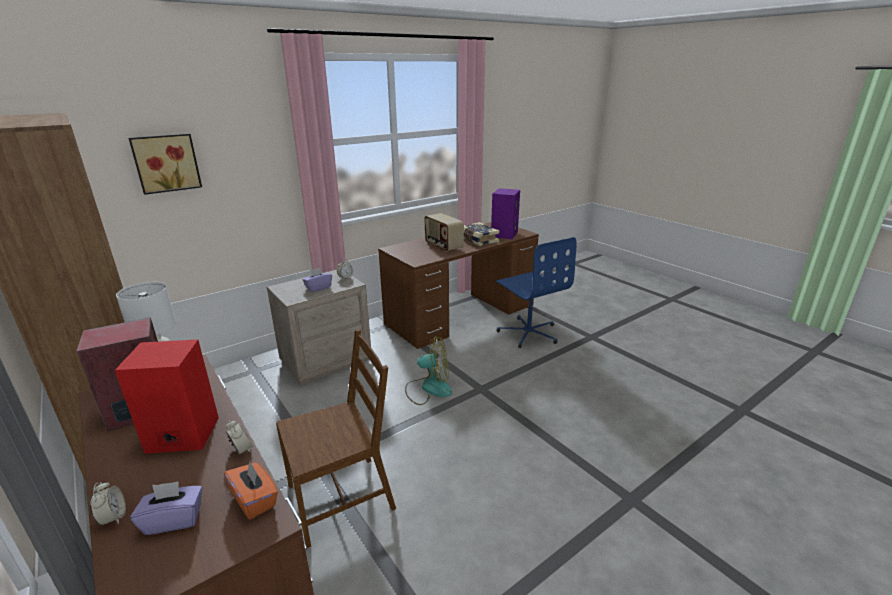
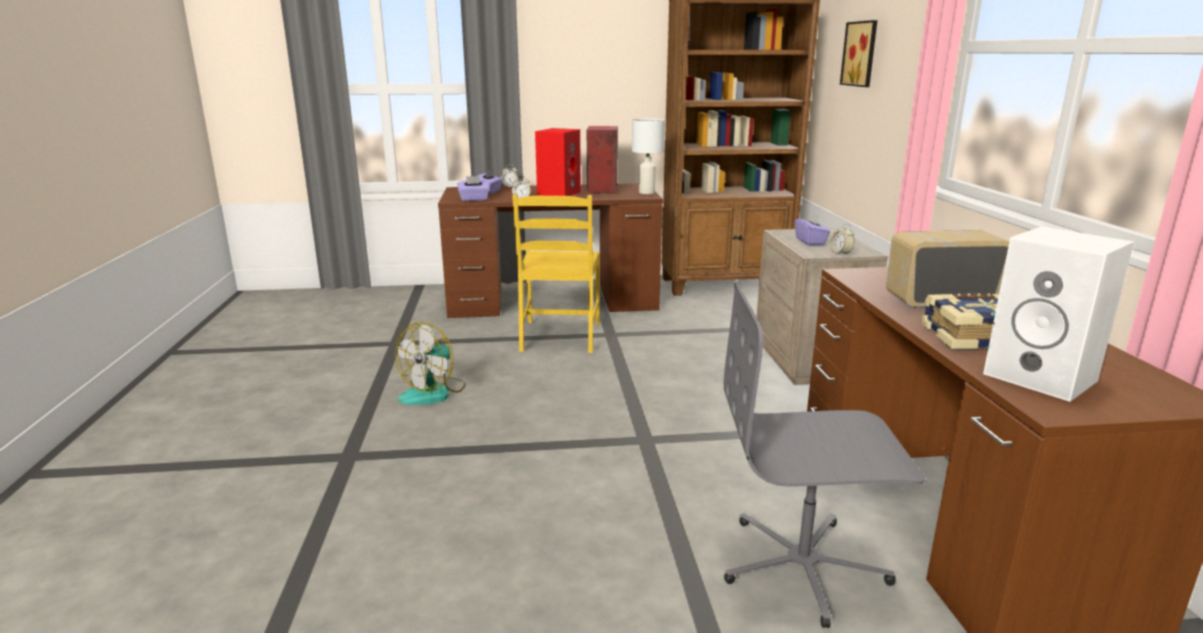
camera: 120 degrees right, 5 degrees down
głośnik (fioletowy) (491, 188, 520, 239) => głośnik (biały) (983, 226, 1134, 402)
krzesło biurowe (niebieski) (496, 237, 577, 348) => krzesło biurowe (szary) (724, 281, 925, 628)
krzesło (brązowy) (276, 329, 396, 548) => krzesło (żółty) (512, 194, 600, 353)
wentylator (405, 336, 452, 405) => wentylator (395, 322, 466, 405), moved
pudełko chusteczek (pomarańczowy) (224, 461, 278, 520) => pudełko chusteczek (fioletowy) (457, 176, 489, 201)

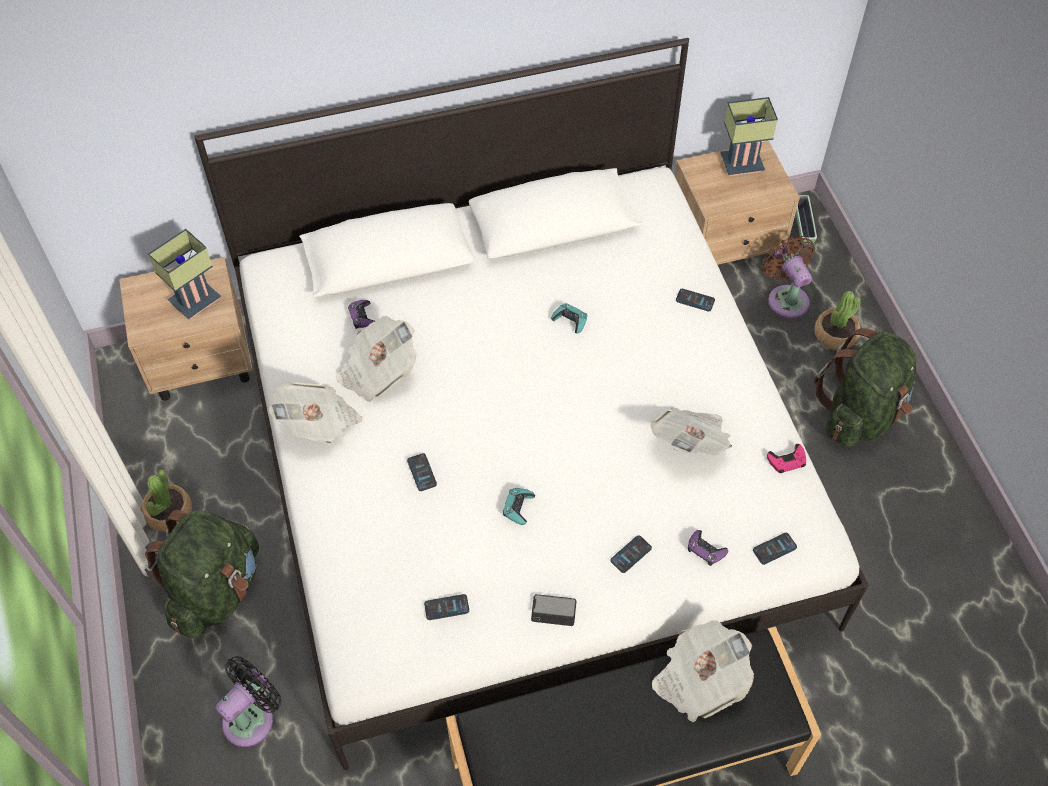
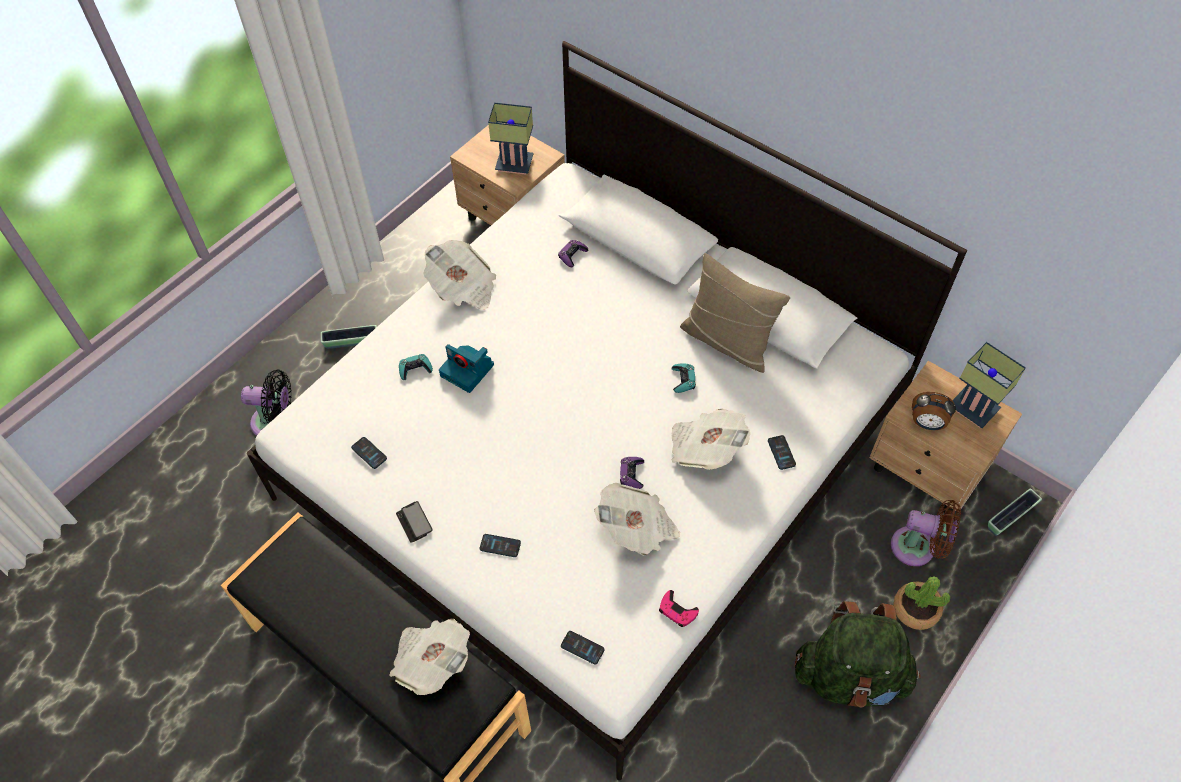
camera: 55 degrees right, 0 degrees up
wentylator (brązowy) (762, 236, 815, 319) => wentylator (brązowy) (891, 500, 961, 566), 75 degrees clockwise
gazeta (336, 316, 417, 402) => gazeta (671, 408, 750, 470), moved
telefon (407, 453, 437, 491) => aparat fotograficzny (439, 344, 494, 393)
roślina doniczkowa (142, 469, 192, 532) => nothing
pad do gier (turkusowy) (503, 488, 535, 525) => pad do gier (turkusowy) (399, 354, 433, 380), moved
plecak (zielony) (145, 510, 259, 638) => donica (321, 325, 377, 349)
pad do gier (fioletowy) (688, 530, 728, 566) => pad do gier (fioletowy) (620, 457, 644, 489), moved
nothing => poduszka (beżowy) (680, 253, 790, 373)
nothing => budzik (912, 392, 956, 430)

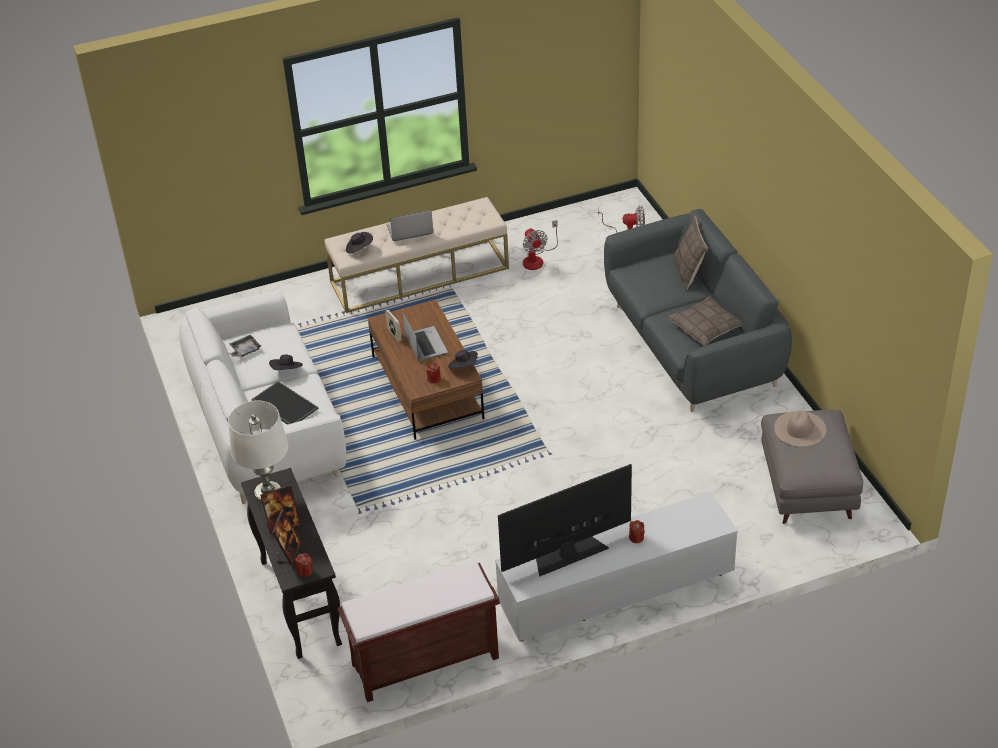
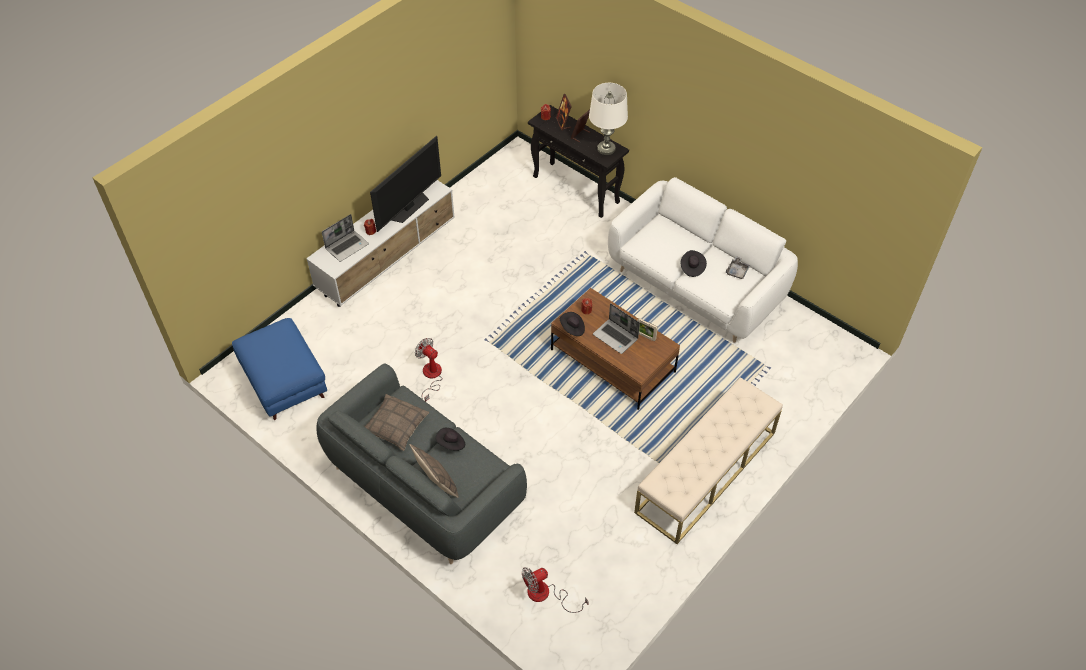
camera: 150 degrees right, 10 degrees up
laptop (387, 210, 433, 241) => laptop (322, 214, 369, 262), moved
wentylator (523, 220, 558, 270) => wentylator (415, 338, 443, 402), moved
kapelusz (czarny) (346, 232, 373, 254) => kapelusz (czarny) (435, 428, 465, 451), moved
taca (252, 381, 318, 425) => nothing
pufa (szary) (761, 409, 863, 524) => pufa (niebieski) (232, 318, 327, 420)
kapelusz (beżowy) (774, 411, 826, 447) => nothing
ławka (brązowy) (337, 560, 500, 702) => nothing

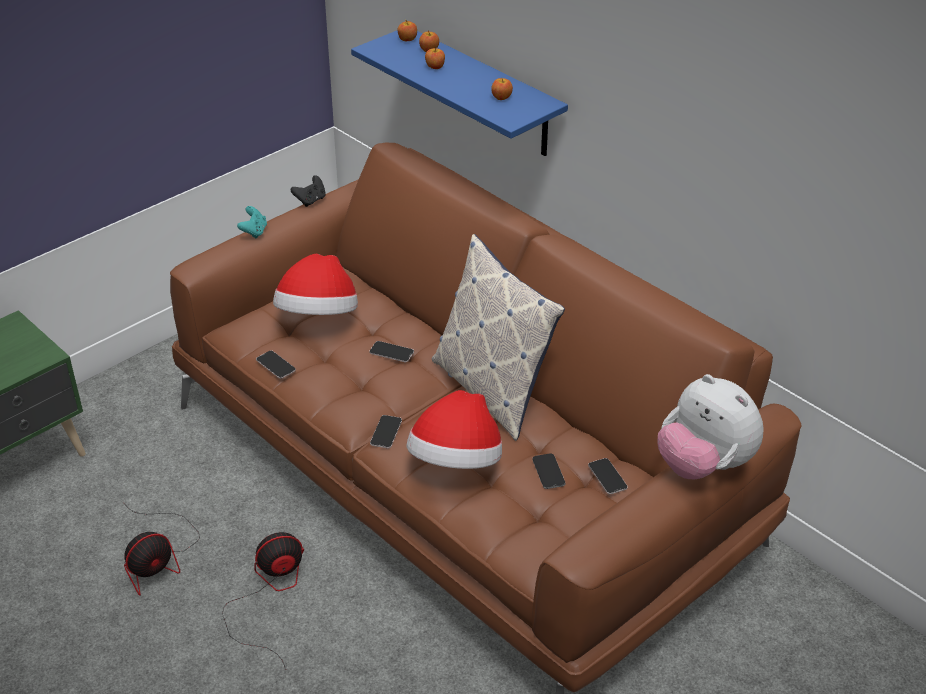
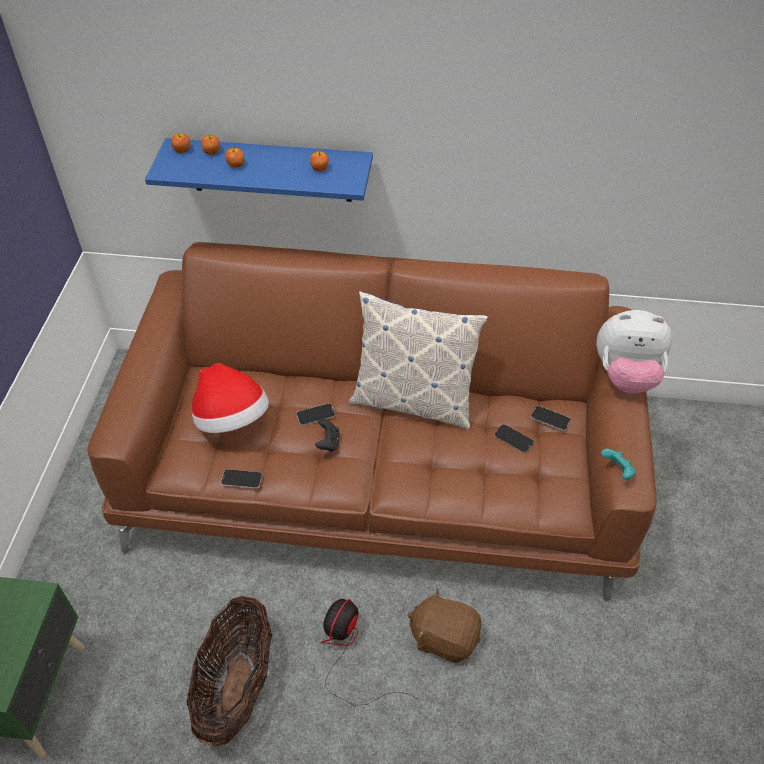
camera: 40 degrees left, 10 degrees up
pad do gier (czarny) (291, 175, 326, 207) => pad do gier (czarny) (315, 418, 340, 452), moved
pad do gier (turkusowy) (237, 206, 267, 239) => pad do gier (turkusowy) (601, 449, 636, 479), moved
kapelusz (406, 390, 502, 469) => nothing
telefon (370, 415, 402, 448) => nothing
wentylator (123, 502, 200, 596) => koszyk (186, 596, 273, 746)
nothing => pluszak (brązowy) (407, 588, 482, 663)

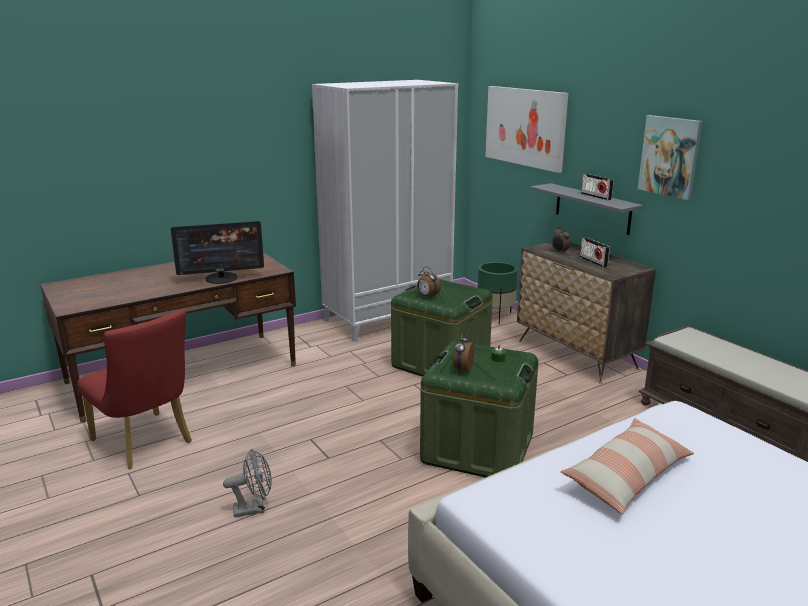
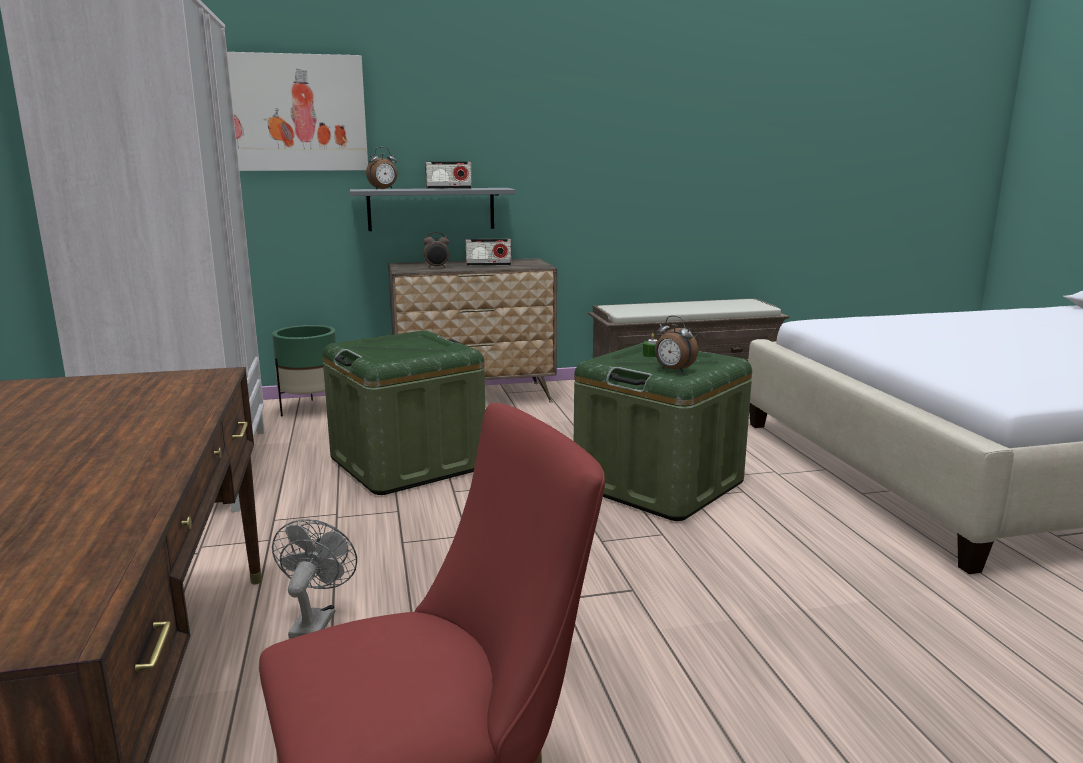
camera: 70 degrees left, 5 degrees down
obraz (638, 115, 703, 200) => nothing
monitor (171, 221, 264, 284) => nothing
budzik (417, 267, 441, 298) => budzik (366, 147, 397, 190), moved
poduszka (561, 418, 694, 515) => nothing
wentylator (szary) (223, 449, 272, 517) => wentylator (szary) (272, 519, 357, 639), moved

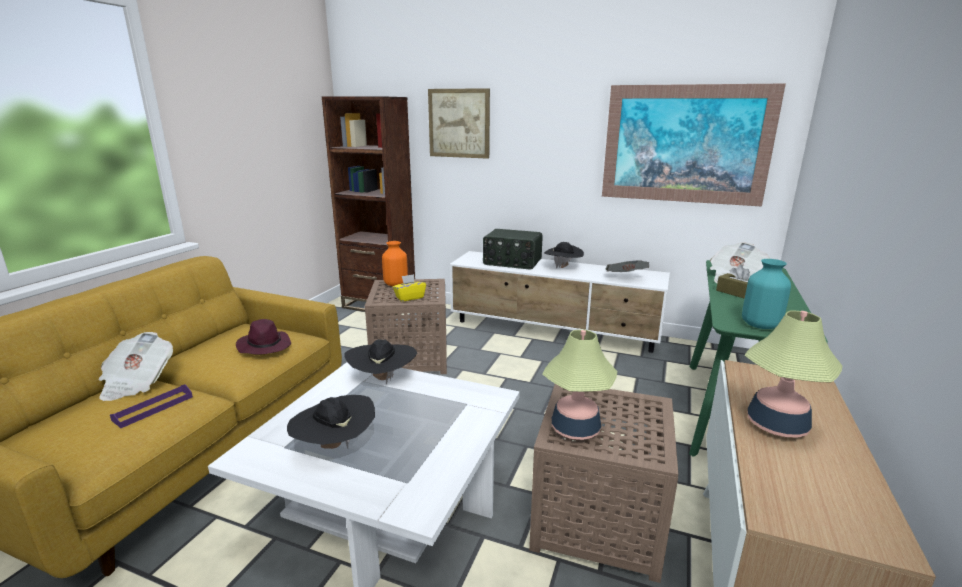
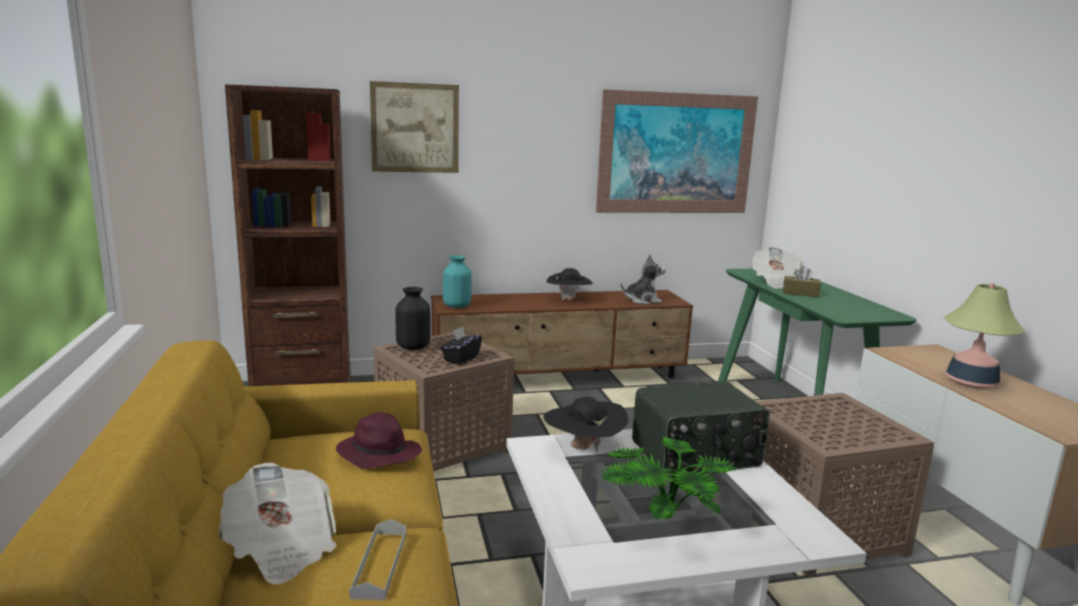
camera: 35 degrees left, 5 degrees down
radio (483, 229, 543, 270) => radio (632, 381, 770, 477), moved
wazon (pomarańczowy) (382, 241, 408, 286) => wazon (czarny) (395, 287, 430, 350)
szafka pod telewizor (biały) (450, 251, 670, 353) => szafka pod telewizor (brązowy) (431, 290, 693, 388)
wazon (turkusowy) (742, 259, 791, 329) => wazon (turkusowy) (443, 255, 472, 308), moved
gazeta (606, 260, 649, 272) => pluszak (621, 254, 666, 305)
pudełko chusteczek (żółty) (393, 274, 426, 302) => pudełko chusteczek (czarny) (441, 327, 482, 365)
lampa stołowa (543, 330, 617, 440) => nothing
taca (fioletowy) (110, 384, 193, 428) => taca (szary) (349, 519, 407, 601)
kapelusz (czarny) (287, 395, 375, 449) => roślina doniczkowa (600, 436, 737, 521)

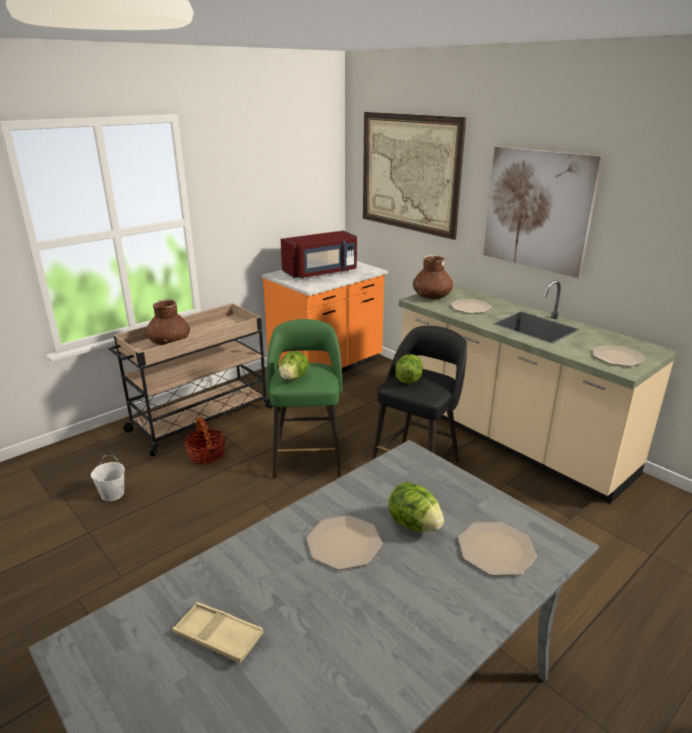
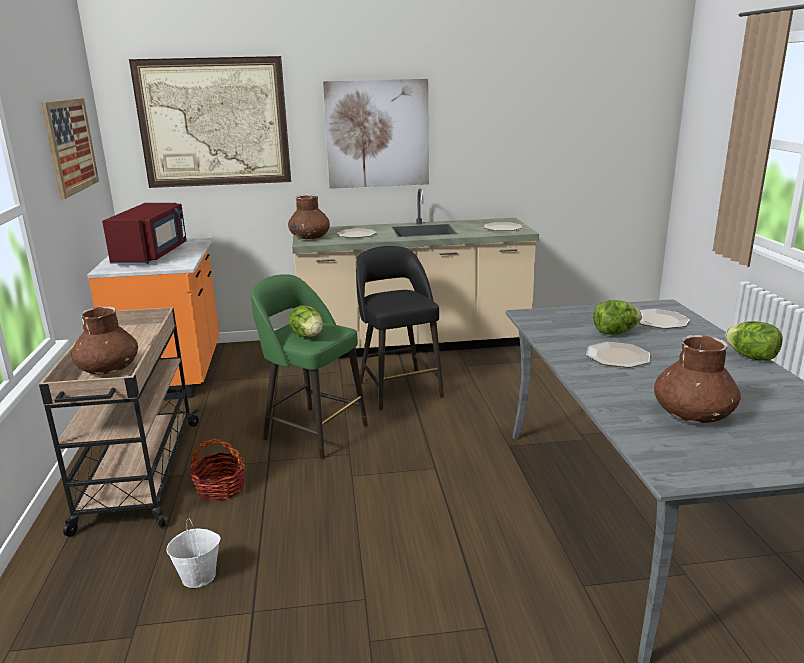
camera: 55 degrees left, 5 degrees down
sałata (395, 354, 423, 384) => sałata (725, 321, 783, 361), moved
taca (beżowy) (172, 602, 264, 663) => wazon (brązowy) (654, 335, 741, 423)
nothing => obraz (41, 98, 99, 199)

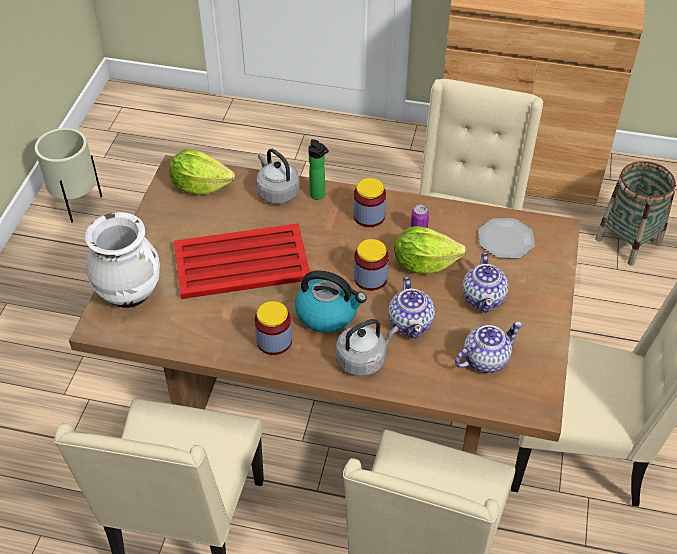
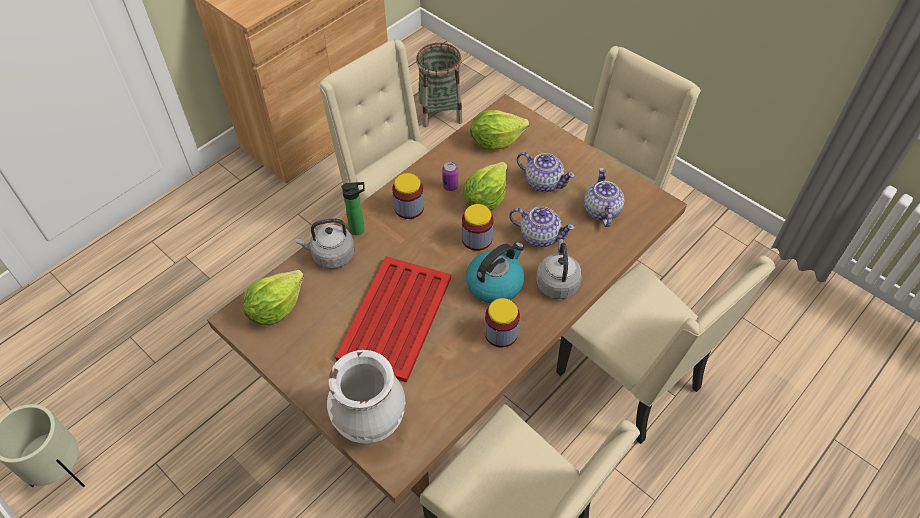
camera: 60 degrees left, 5 degrees up
talerz (478, 218, 535, 258) => sałata (470, 110, 529, 150)

